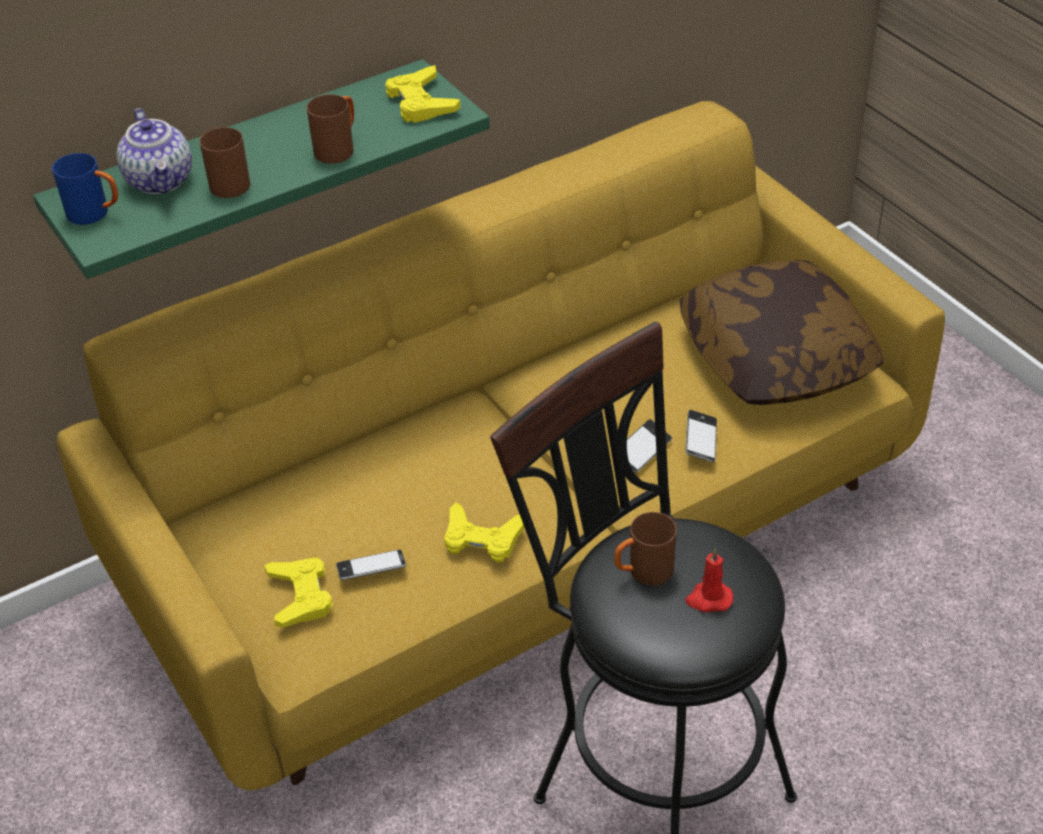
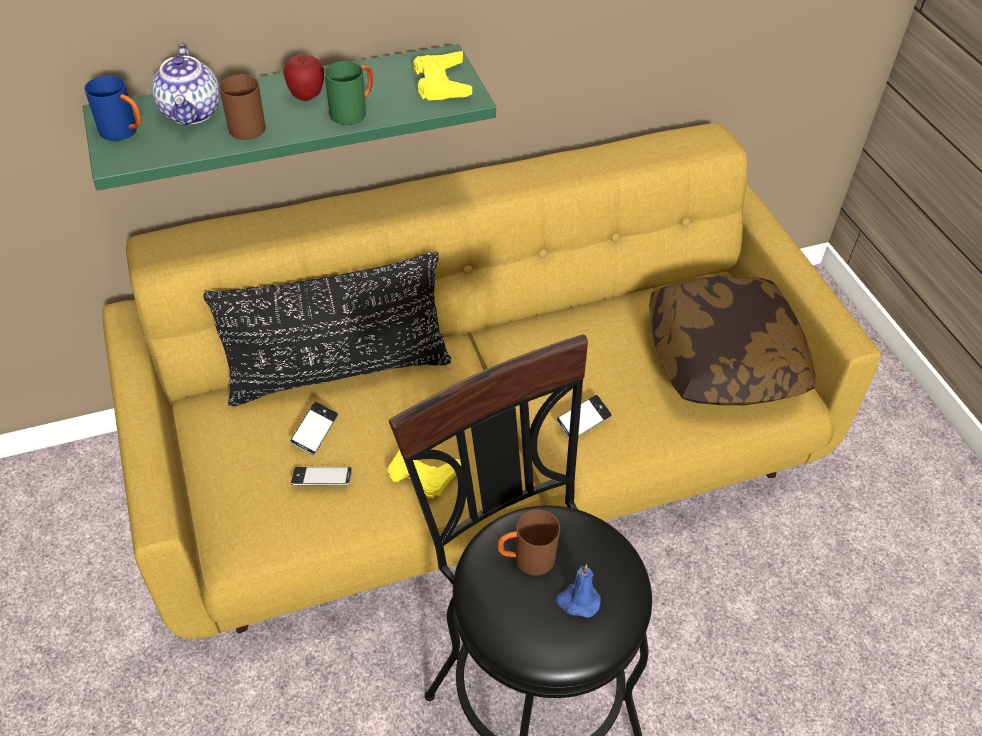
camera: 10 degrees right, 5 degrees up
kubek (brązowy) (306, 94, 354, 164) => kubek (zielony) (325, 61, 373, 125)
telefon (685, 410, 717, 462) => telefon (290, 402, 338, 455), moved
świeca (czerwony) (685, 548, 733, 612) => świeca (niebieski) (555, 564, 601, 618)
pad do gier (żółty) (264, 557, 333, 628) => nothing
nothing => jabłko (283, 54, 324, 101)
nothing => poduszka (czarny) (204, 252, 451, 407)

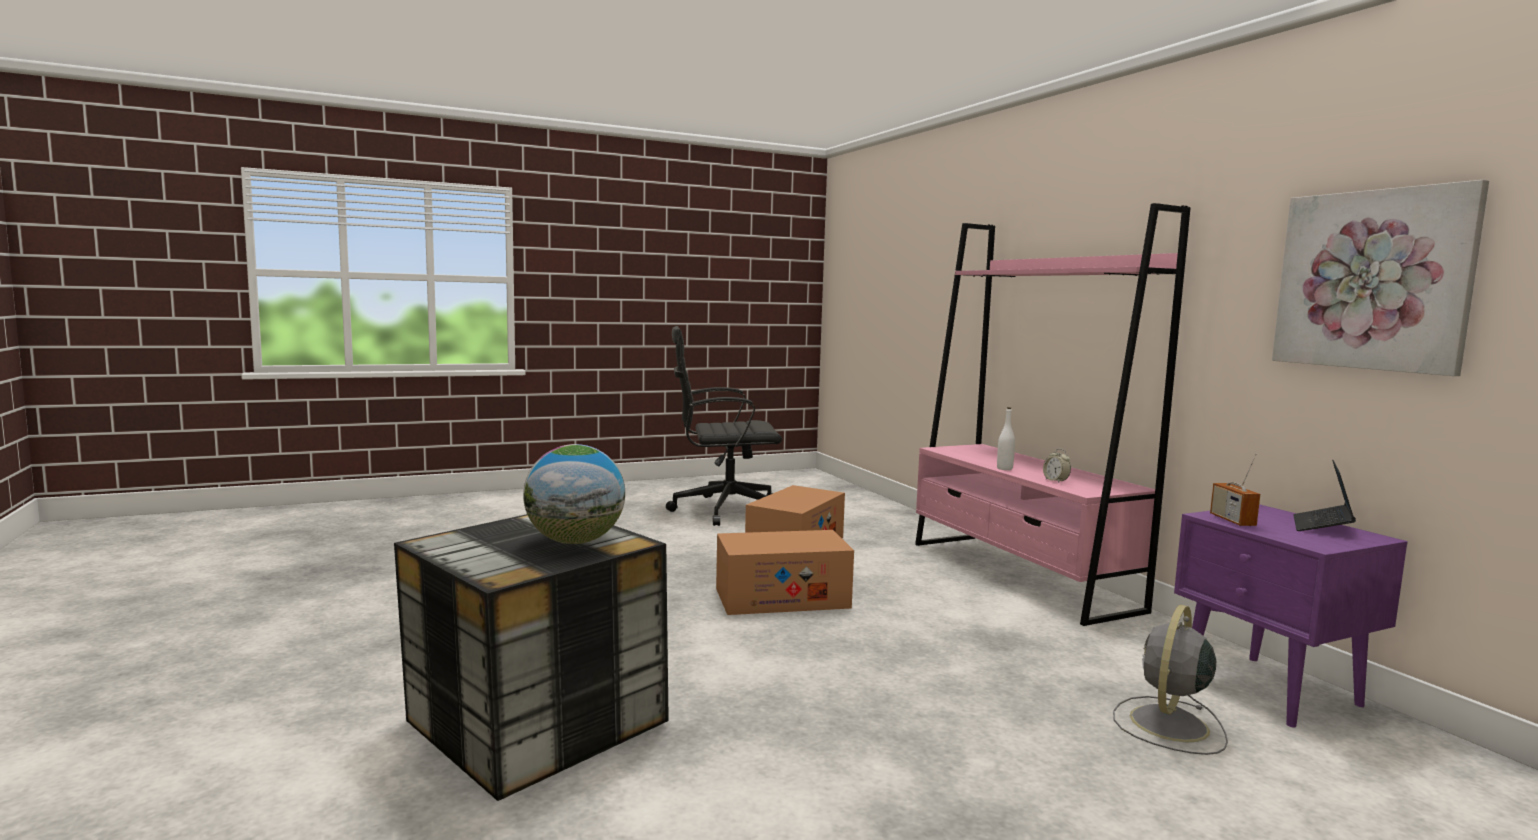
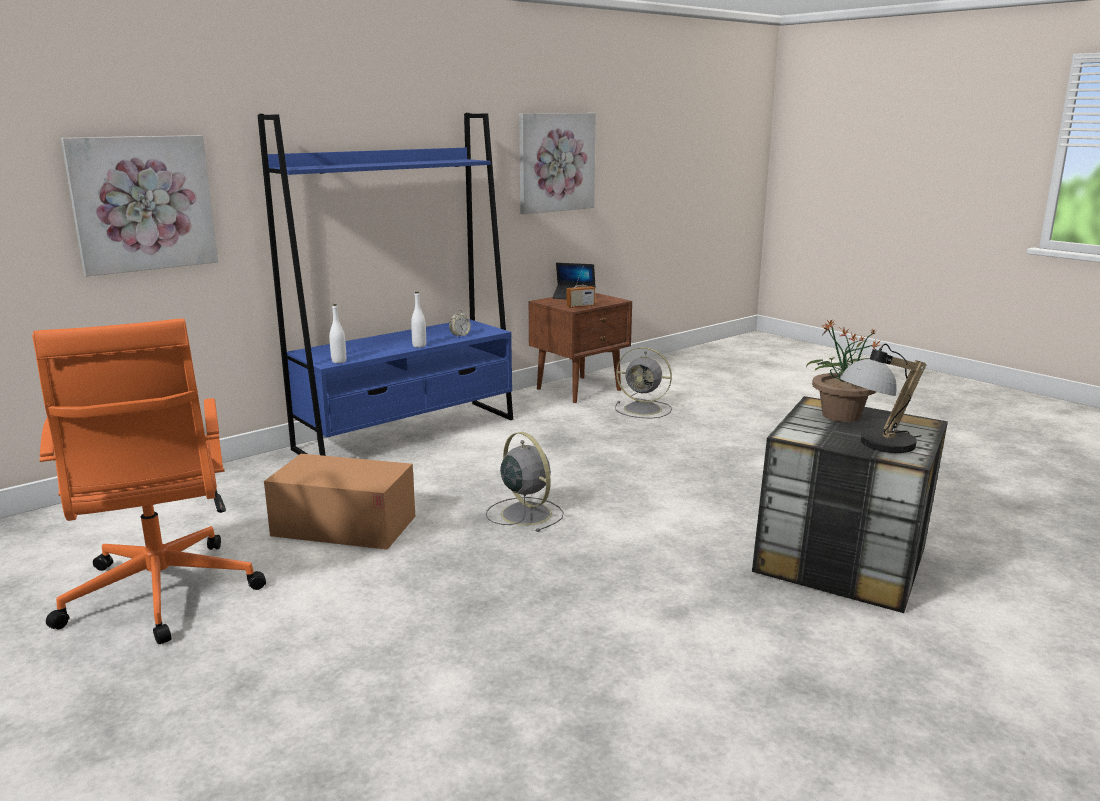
camera: 105 degrees left, 10 degrees up
regał (różowy) (915, 203, 1190, 626) => regał (niebieski) (258, 113, 513, 456)
krzesło biurowe (czarny) (666, 326, 782, 526) => krzesło biurowe (pomarańczowy) (32, 318, 266, 644)
globus (523, 444, 625, 544) => roślina doniczkowa (806, 319, 881, 422)
szafka nocna (fioletowy) (1174, 505, 1408, 728) => szafka nocna (brązowy) (528, 293, 632, 403)
karton (716, 530, 854, 615) => wentylator (szary) (486, 432, 564, 532)
nothing => obraz (61, 135, 218, 277)
nothing => butelka (biały) (329, 304, 346, 363)
nothing => lampa stołowa (840, 344, 926, 453)

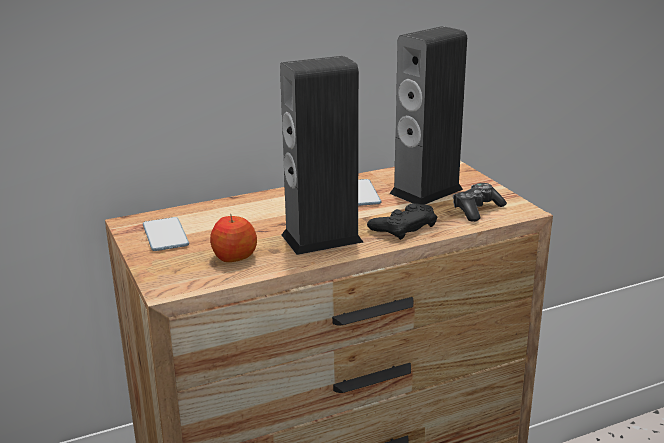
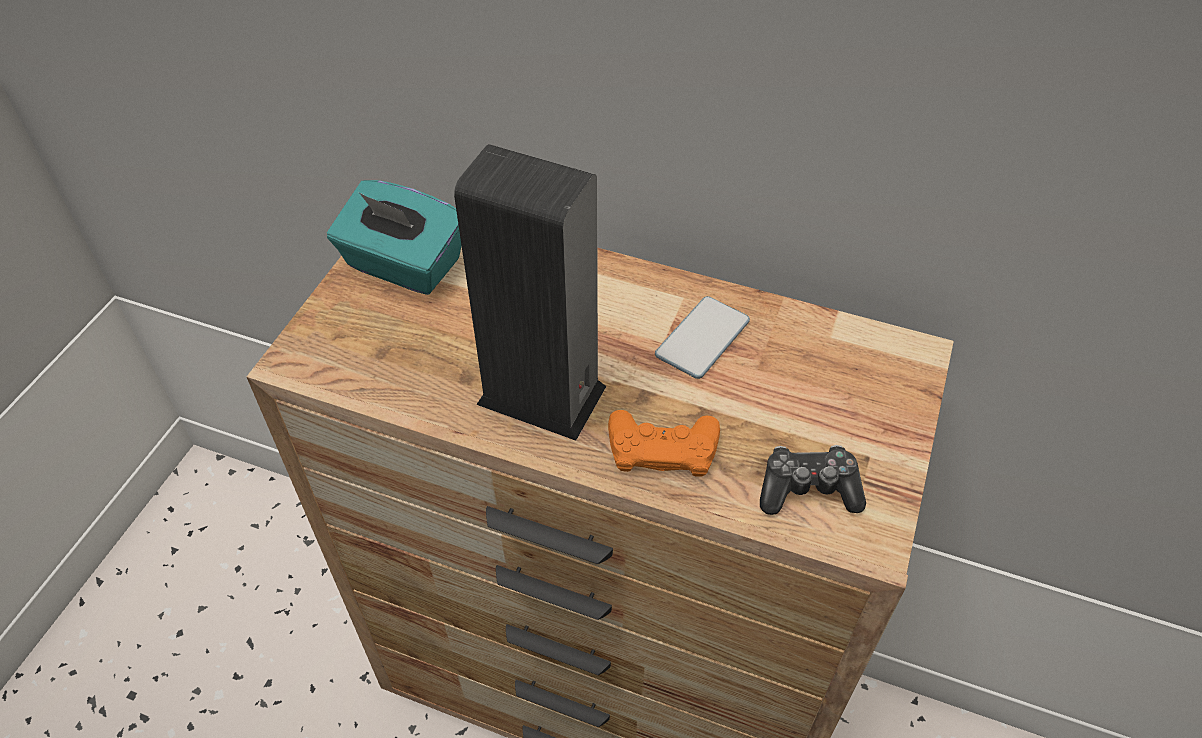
camera: 45 degrees right, 25 degrees up
głośnik (389, 26, 467, 204) => nothing
pad do gier (czarny) (367, 203, 437, 240) => pad do gier (pomarańczowy) (608, 410, 720, 477)
jabłko (210, 214, 257, 262) => nothing
telefon (143, 217, 189, 251) => pudełko chusteczek (turkusowy) (327, 180, 462, 295)

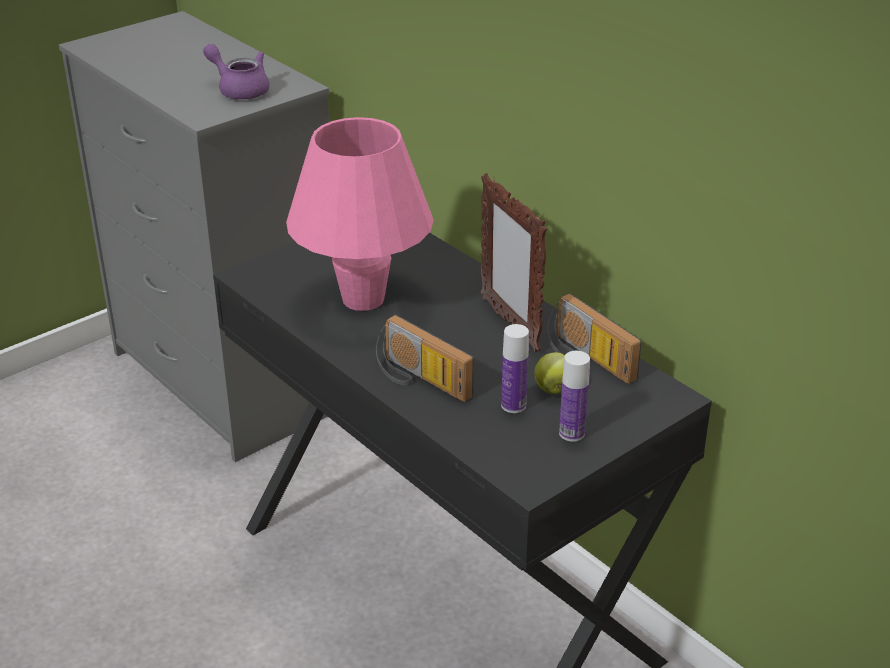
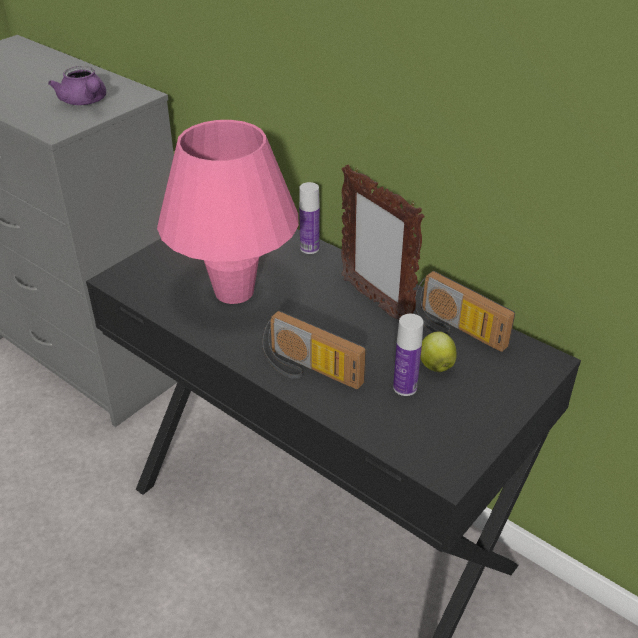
camera: 10 degrees left, 5 degrees up
imbryk (fioletowy) (203, 44, 270, 99) => imbryk (fioletowy) (48, 66, 106, 105), 150 degrees counterclockwise
butelka (559, 351, 590, 442) => butelka (299, 182, 320, 254), moved

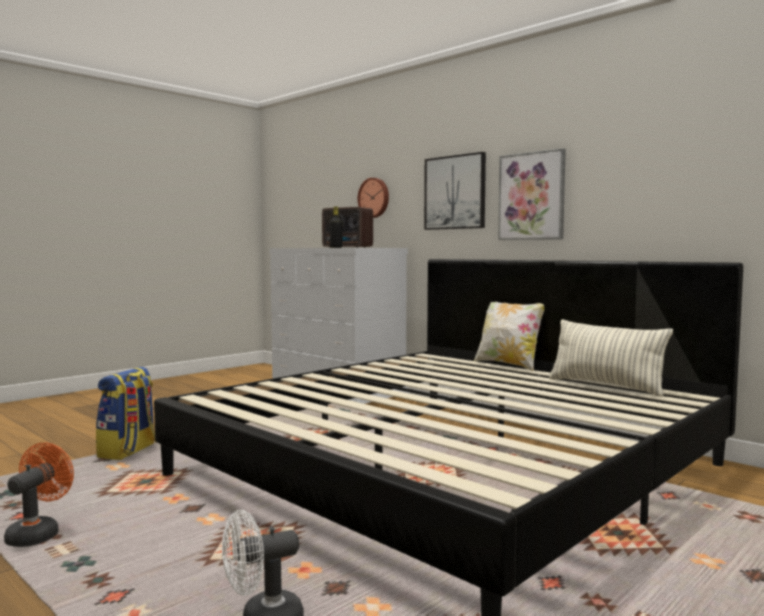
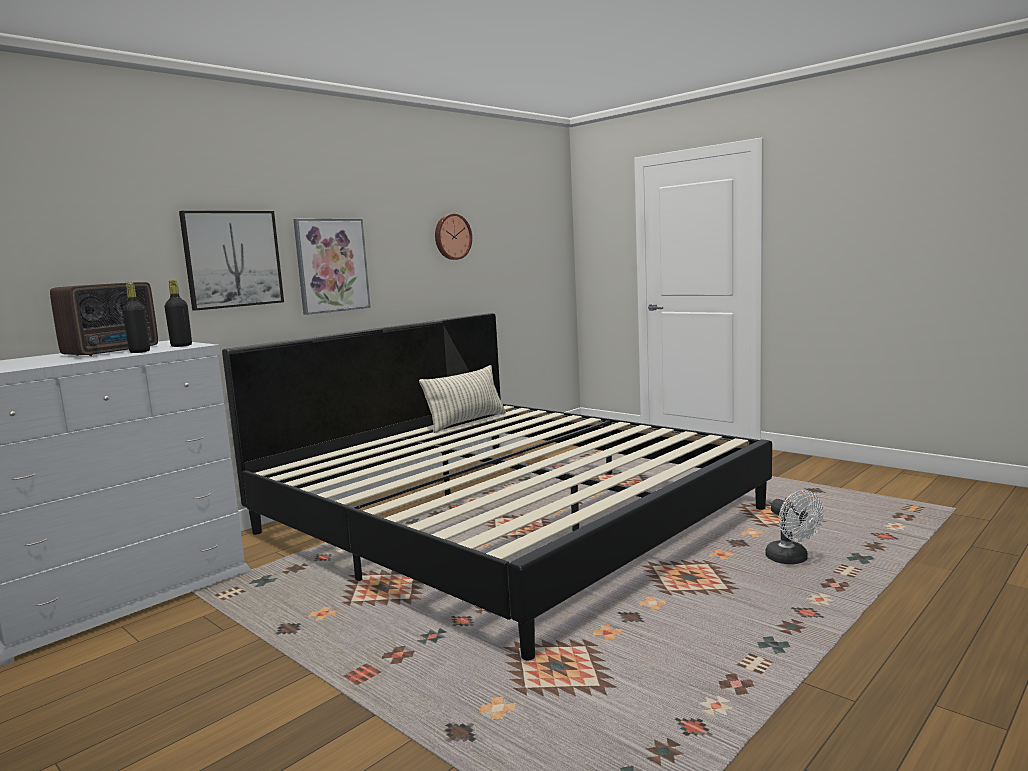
camera: 90 degrees left, 5 degrees up
zegar ścienny (358, 178, 389, 218) => zegar ścienny (435, 214, 472, 260), moved
poduszka (474, 302, 544, 371) => nothing
plecak (96, 367, 156, 460) => nothing
wentylator (pomarańczowy) (4, 443, 74, 547) => nothing
nothing => butelka (czarny) (164, 280, 192, 347)

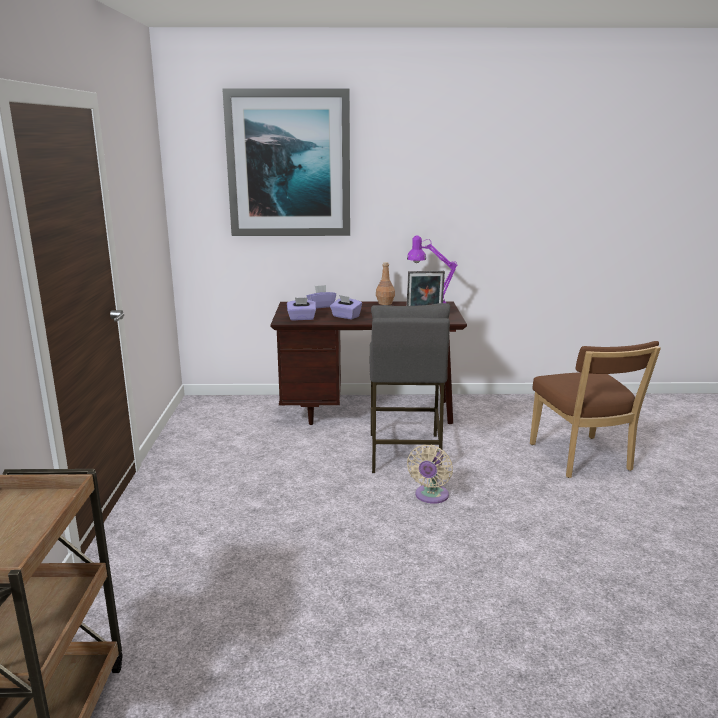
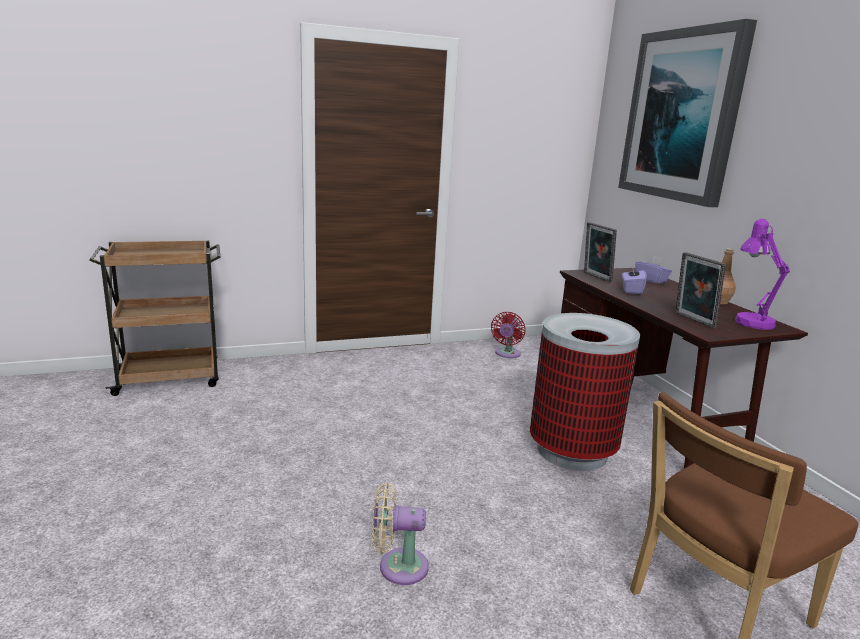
camera: 70 degrees right, 0 degrees up
pudełko chusteczek (fioletowy) (287, 298, 316, 320) => ramka na zdjęcie (584, 222, 617, 282)
stołek (szary) (370, 303, 450, 473) => kosz na śmieci (530, 313, 640, 471)
wentylator (beżowy) (407, 444, 453, 504) => wentylator (beżowy) (372, 483, 429, 585), moved
nothing => wentylator (czerwony) (491, 312, 525, 358)

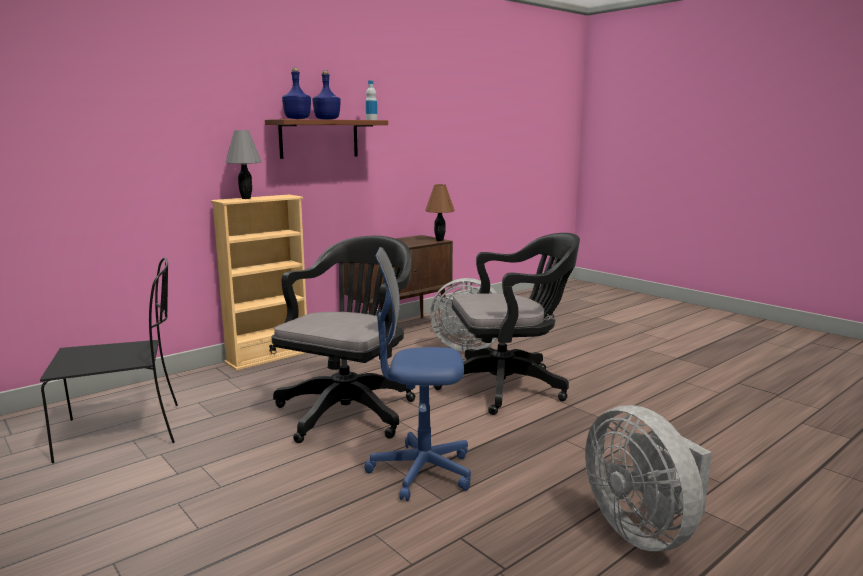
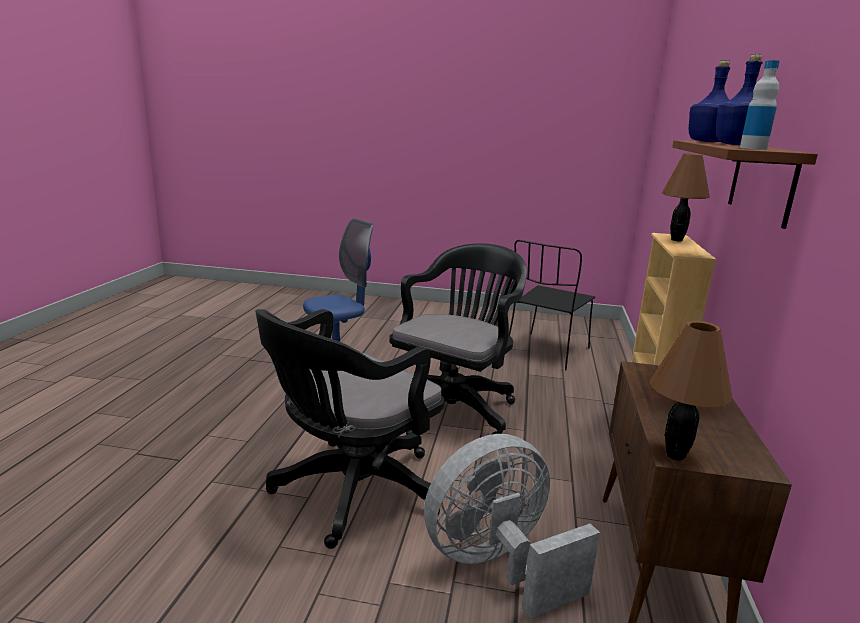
camera: 140 degrees right, 5 degrees up
lampa stołowa (szary) (225, 130, 262, 199) => lampa stołowa (brązowy) (662, 154, 710, 241)
krzesło biurowe (czarny) (271, 236, 415, 443) => krzesło biurowe (czarny) (389, 243, 527, 435), 135 degrees counterclockwise
wentylator (szary) (585, 405, 712, 551) => nothing

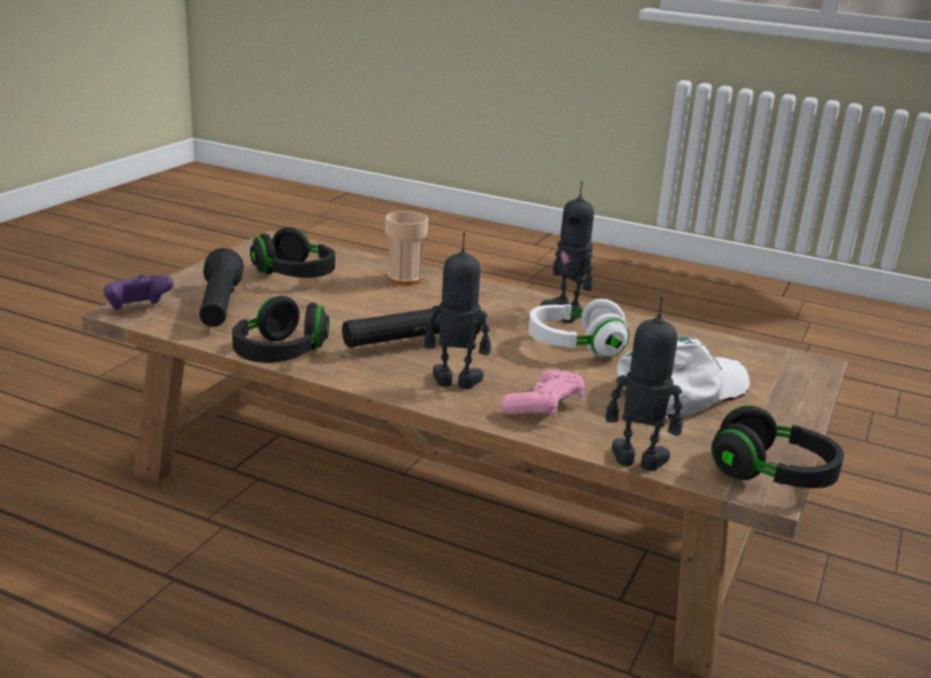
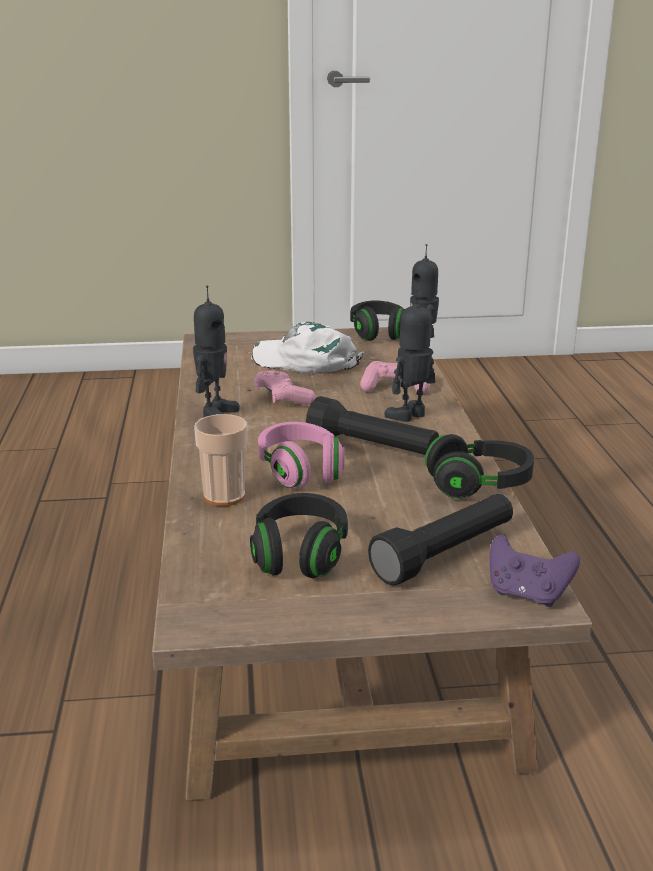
camera: 120 degrees left, 0 degrees up
robot zabawkowy (424, 233, 491, 389) => robot zabawkowy (384, 288, 435, 422), 75 degrees clockwise
słuchawki (biały) (528, 299, 629, 358) => pad do gier (różowy) (254, 370, 316, 405)
nothing => słuchawki (różowy) (258, 422, 344, 489)

